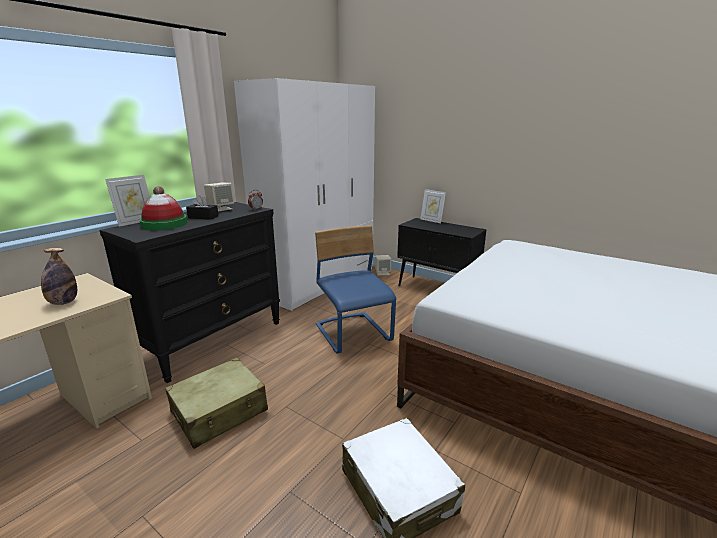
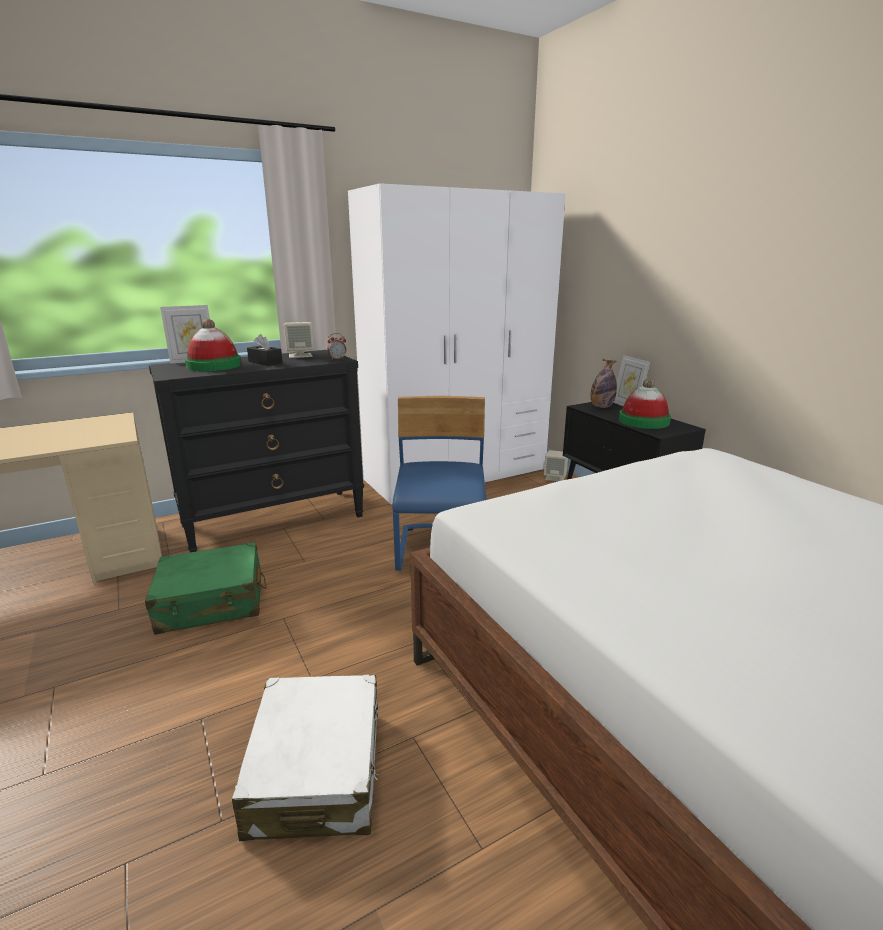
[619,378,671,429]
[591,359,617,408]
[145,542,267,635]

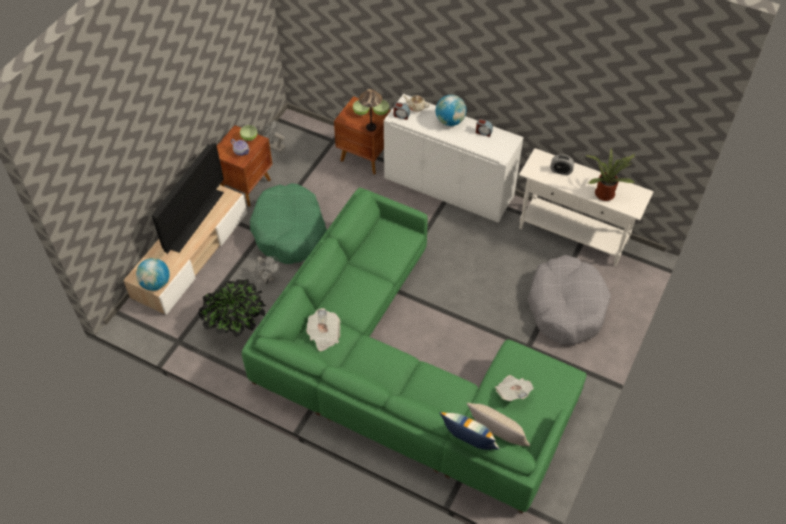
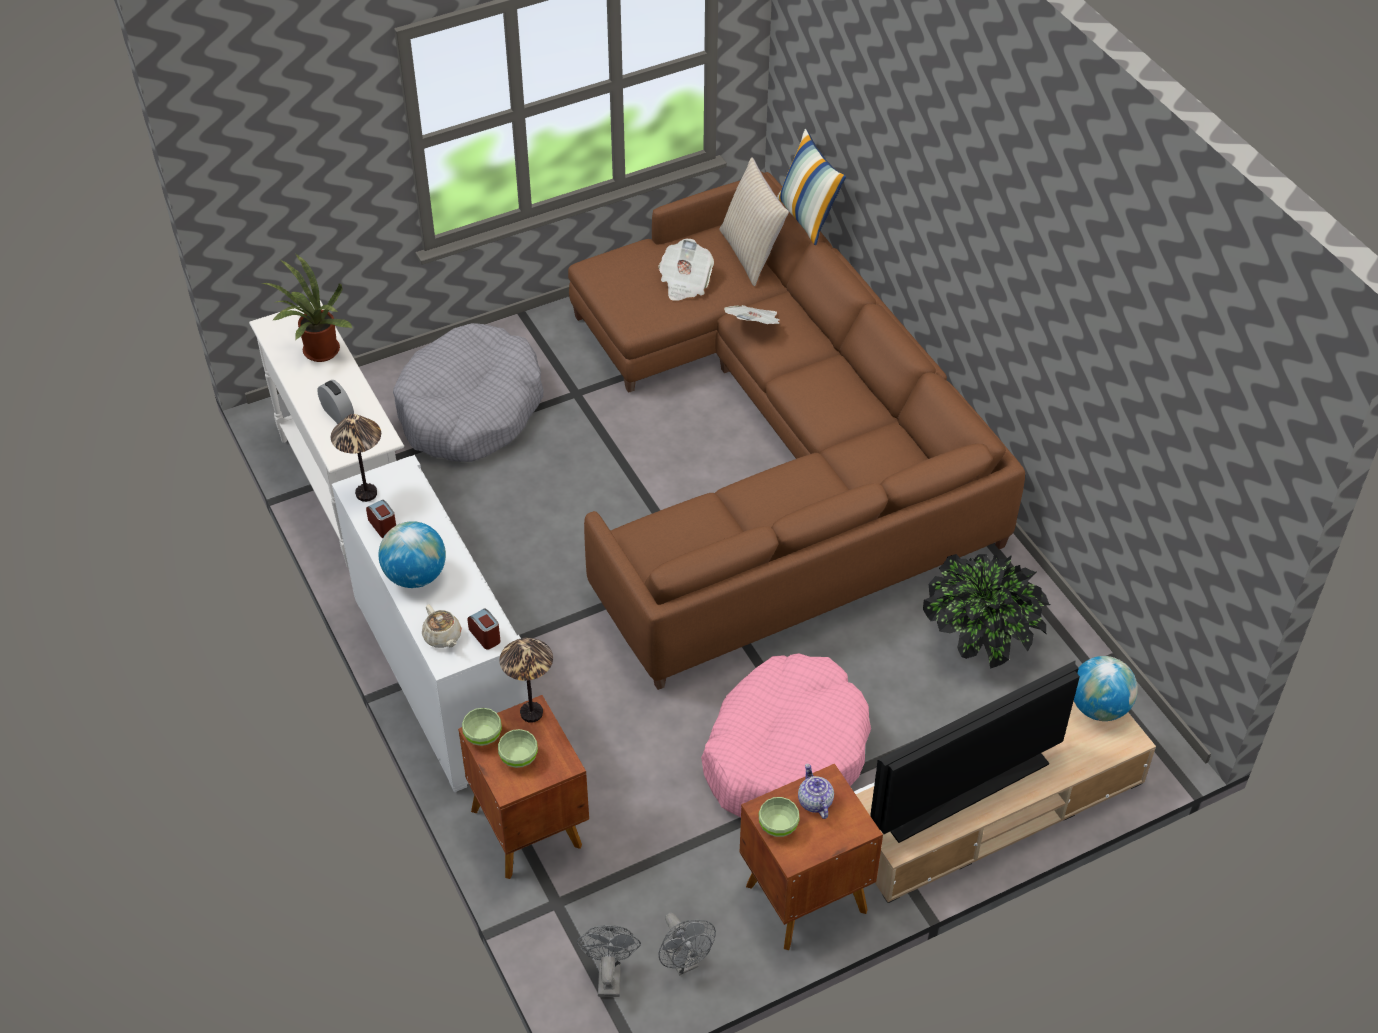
[331,414,381,502]
[577,925,641,997]
[724,305,780,324]
[568,171,1025,690]
[701,653,871,817]

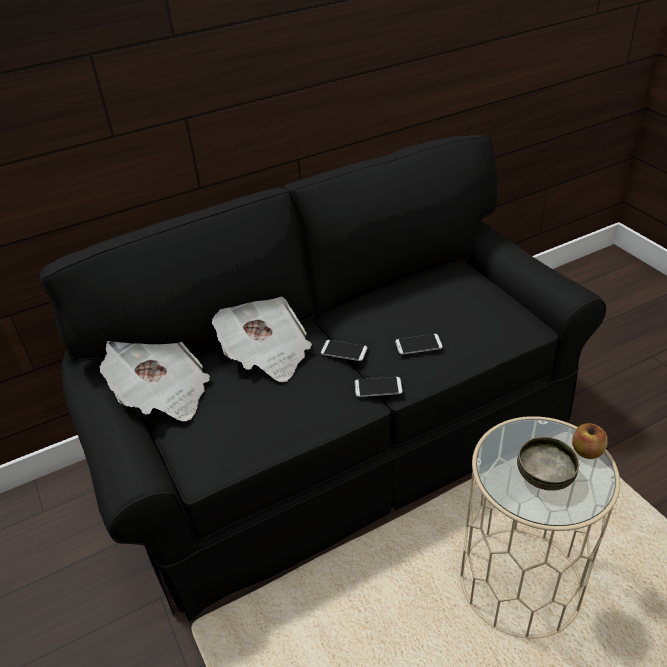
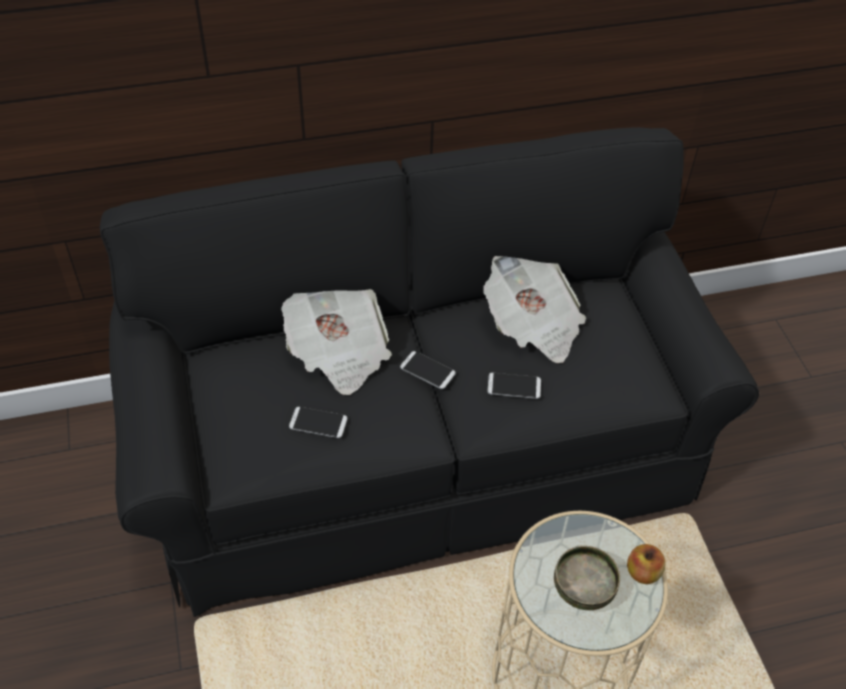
[483,256,586,363]
[289,407,348,438]

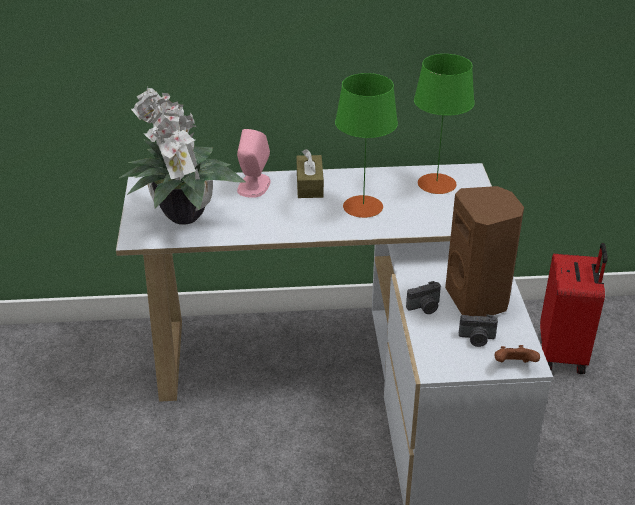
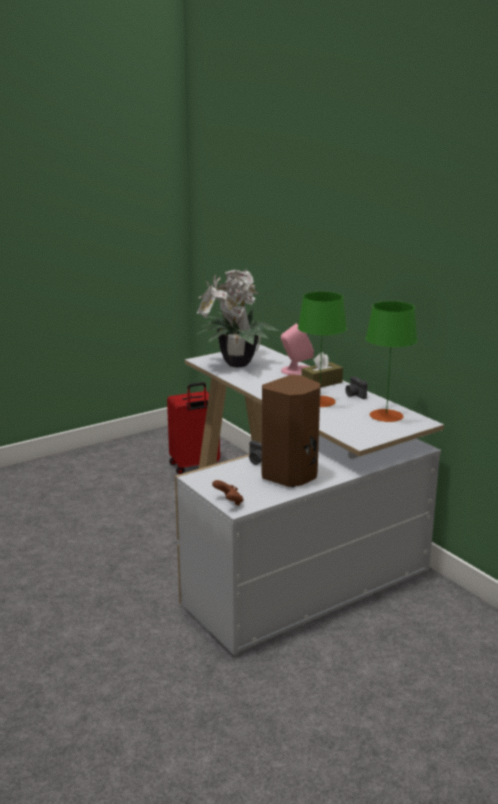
[346,376,367,399]
[167,382,220,474]

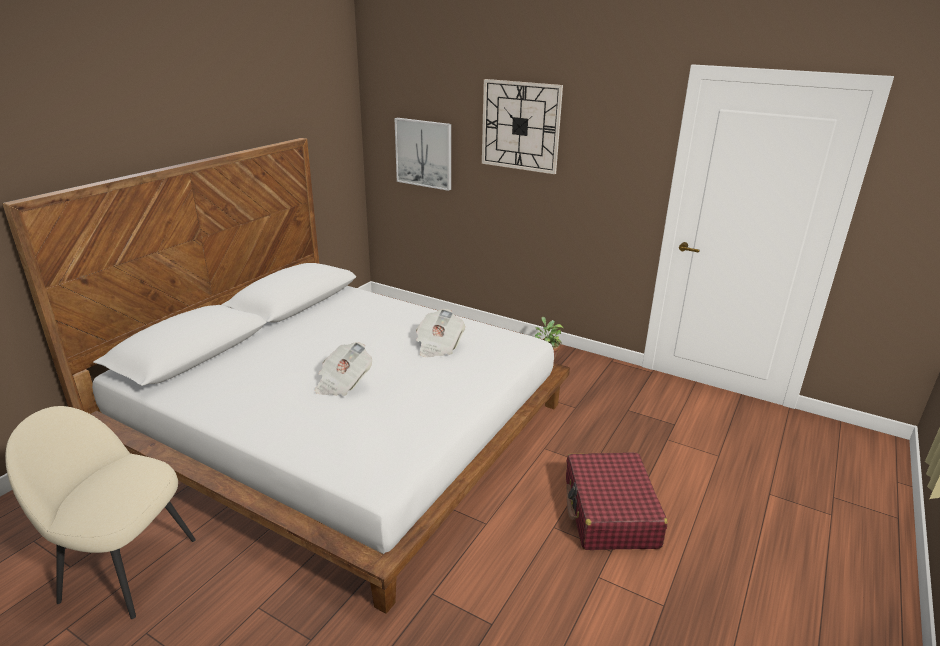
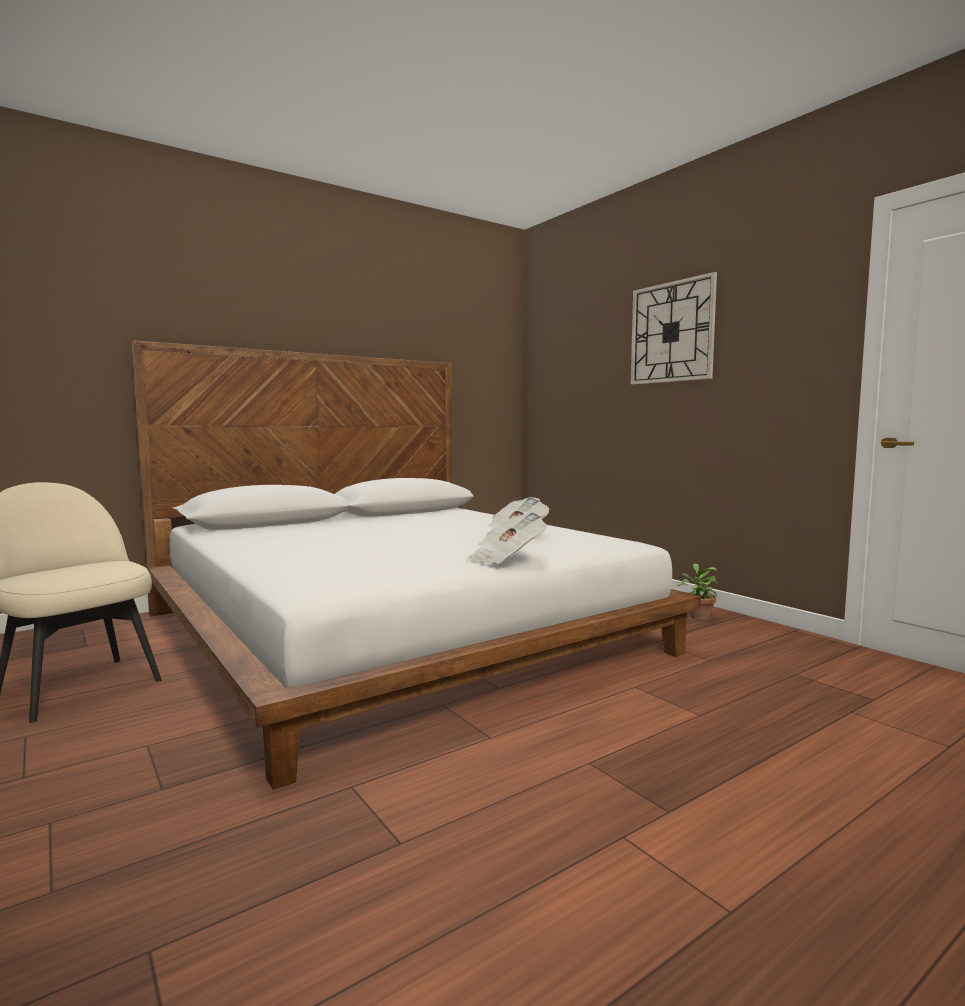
[394,118,451,191] (first image)
[566,452,668,550] (first image)
[466,512,547,564]

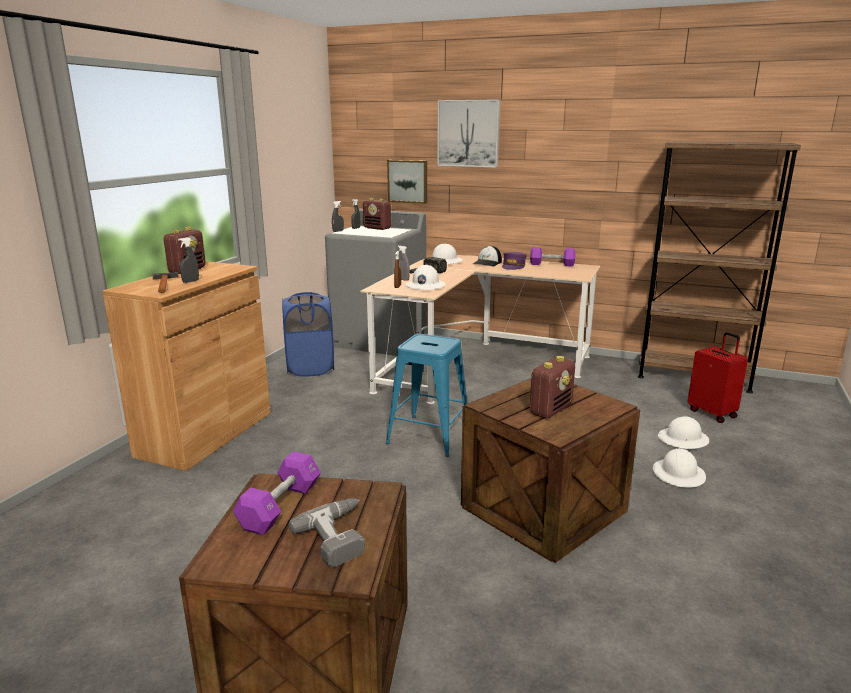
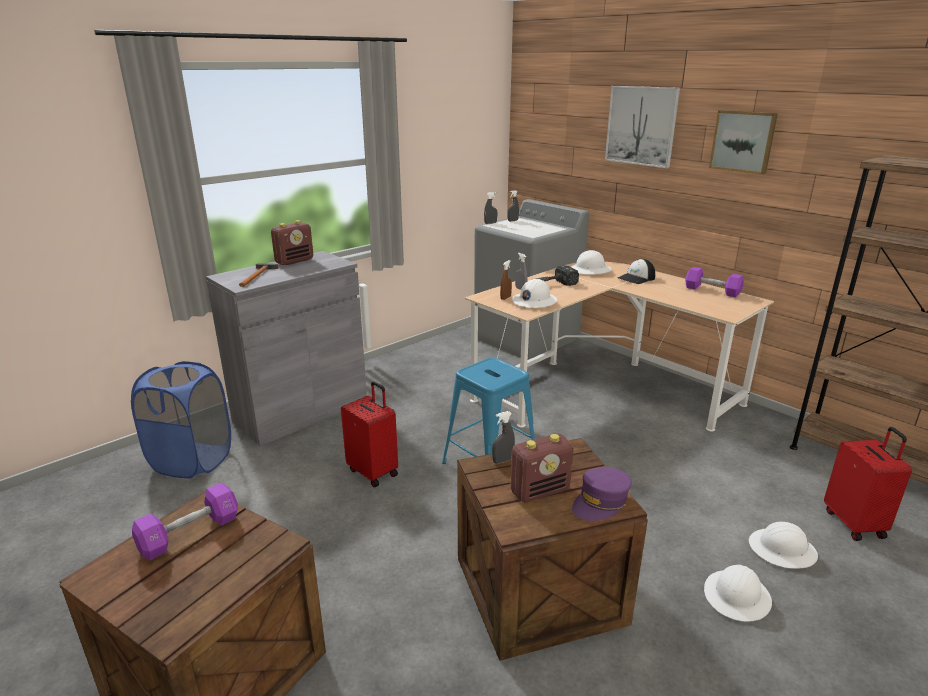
[289,498,365,568] (first image)
[363,198,391,230] (first image)
[341,381,398,487]
[492,411,515,464]
[131,361,231,479]
[709,110,778,175]
[572,467,632,521]
[206,251,367,446]

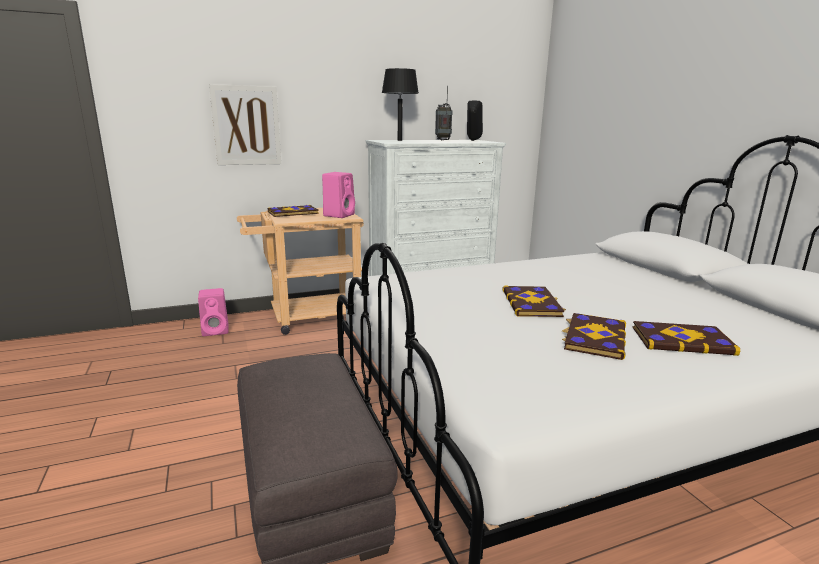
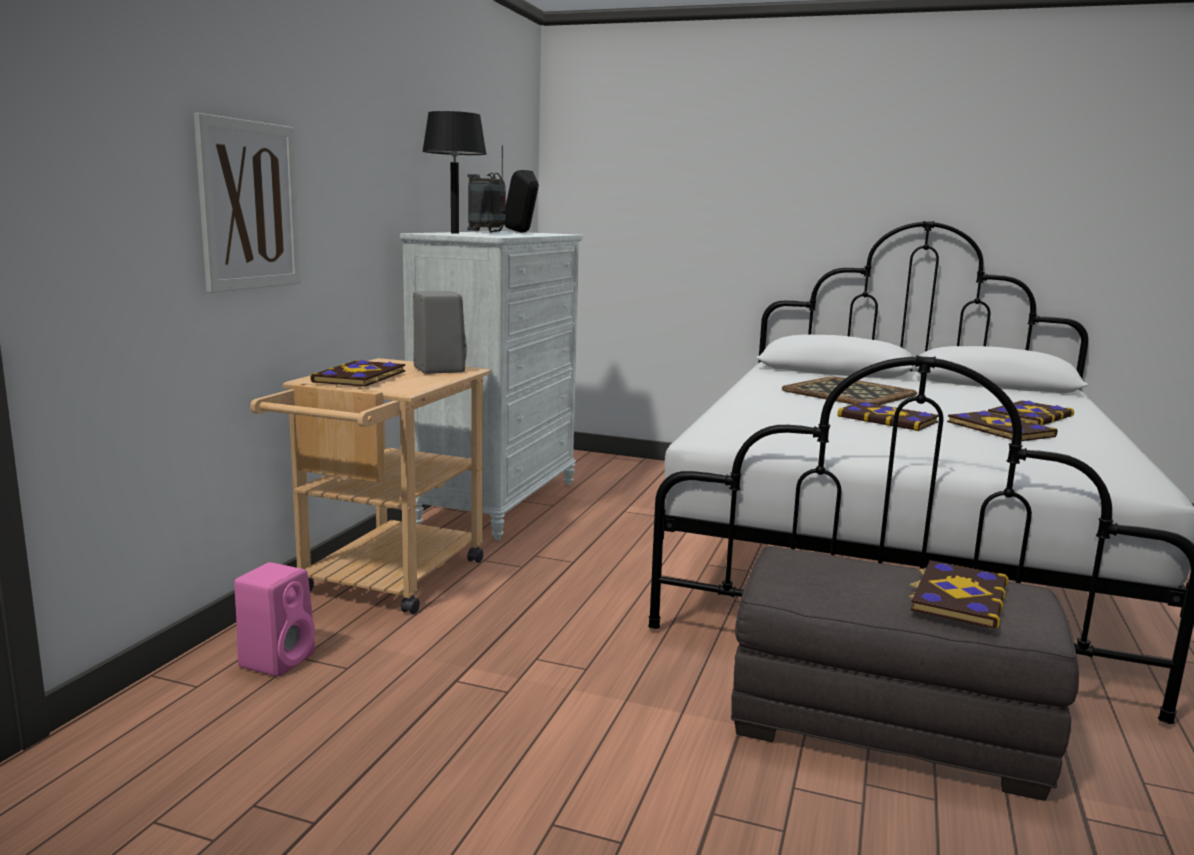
[782,376,917,405]
[908,560,1009,629]
[413,291,467,374]

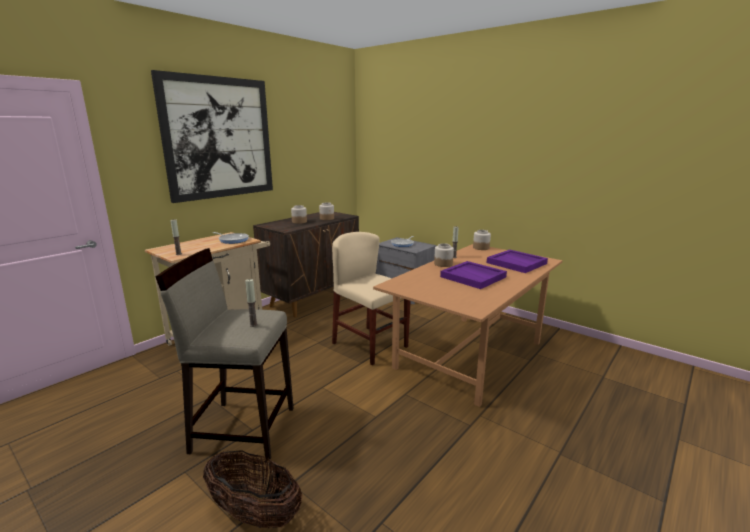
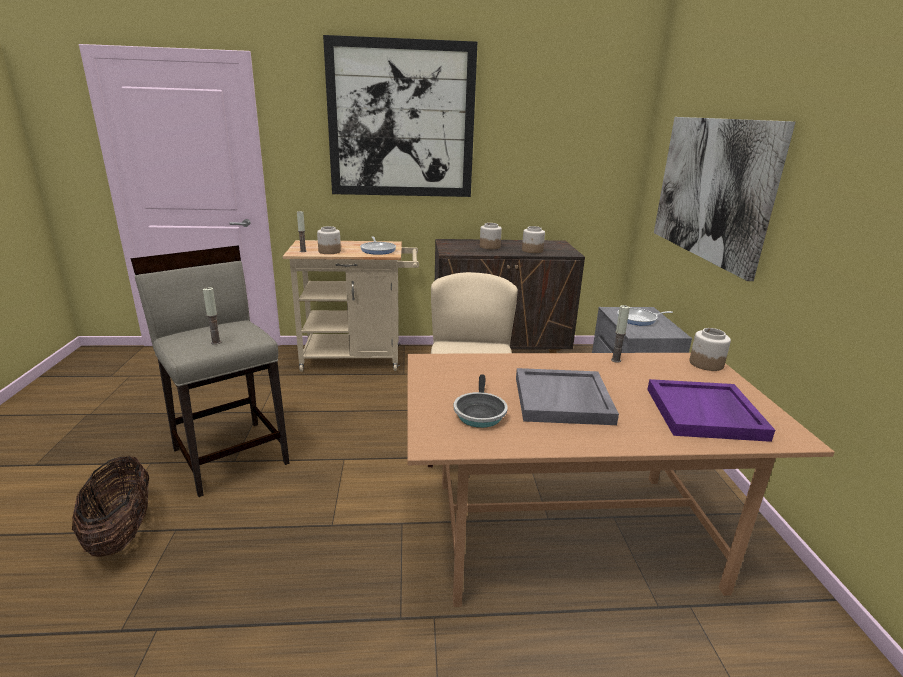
[454,374,508,428]
[654,117,795,281]
[317,226,341,254]
[516,368,619,425]

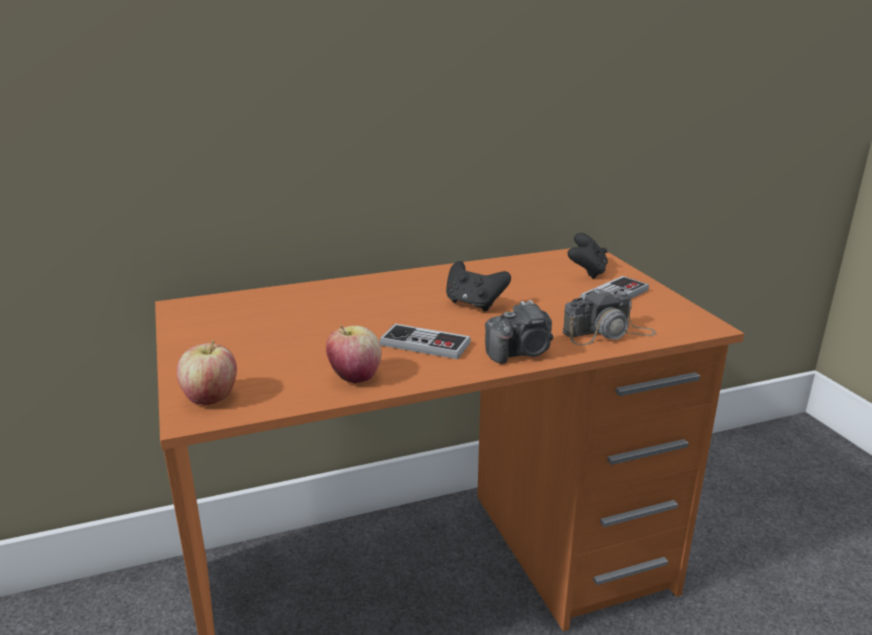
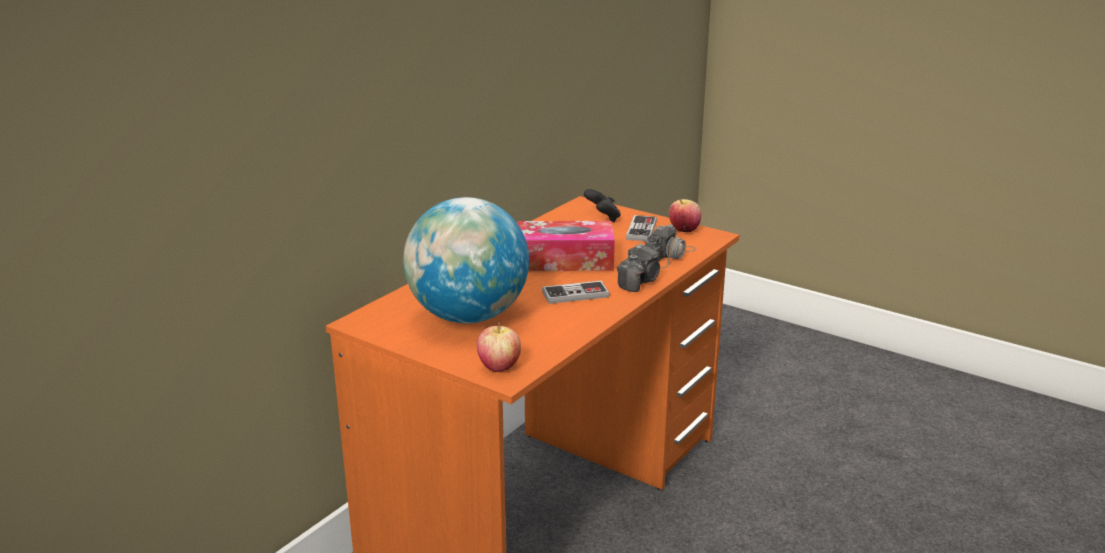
[403,197,529,323]
[669,199,701,232]
[517,221,615,271]

